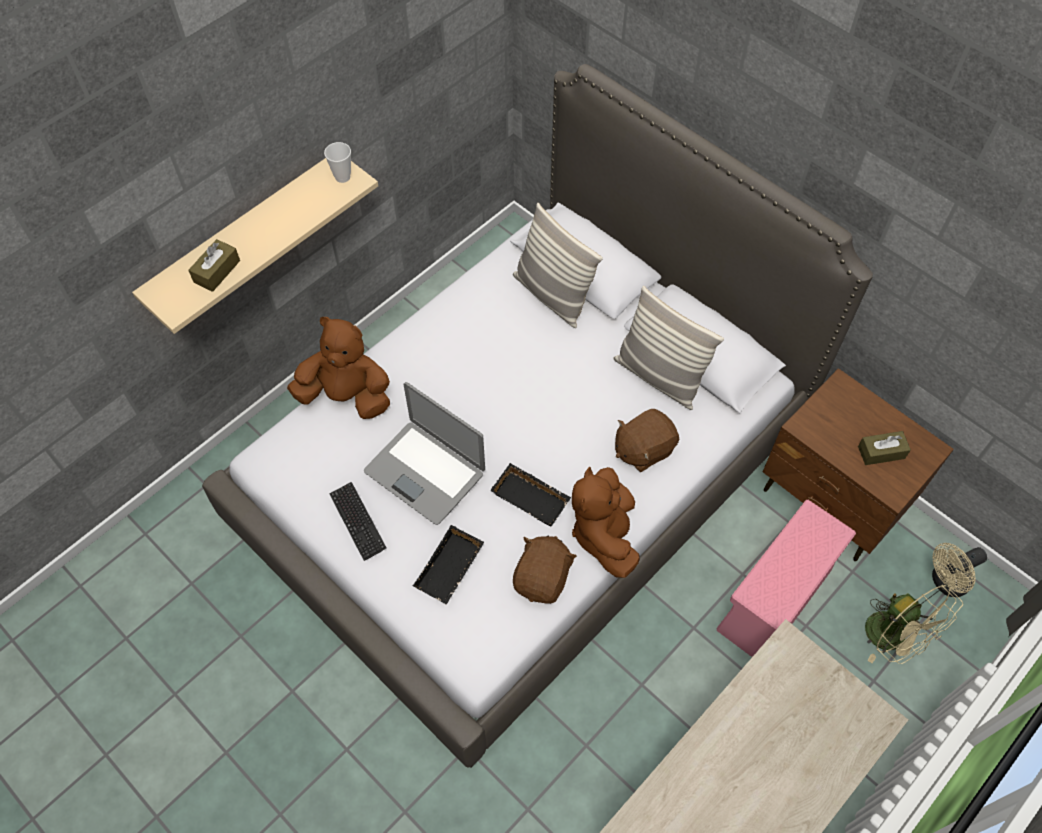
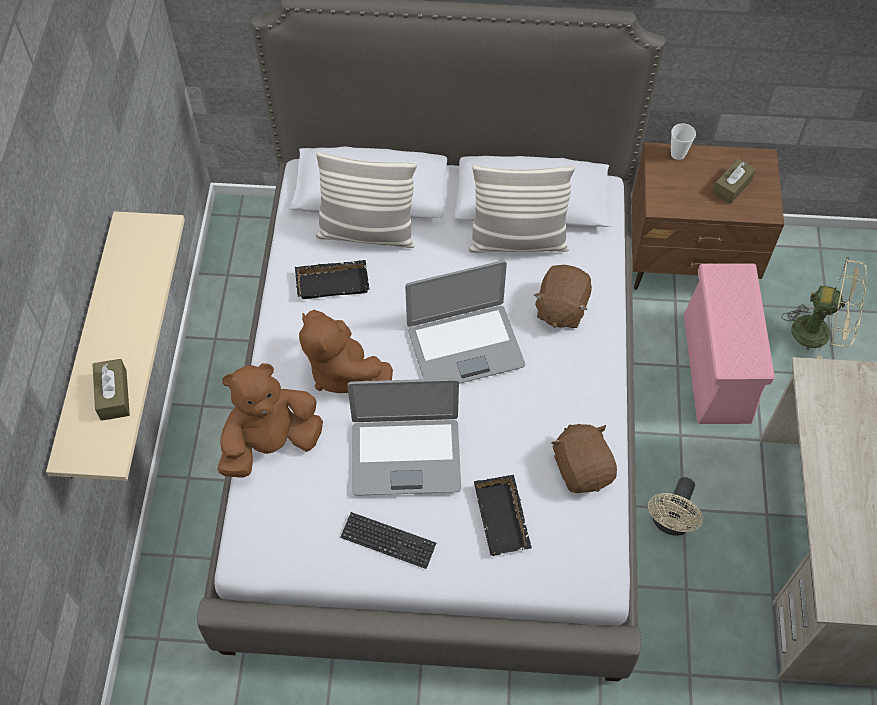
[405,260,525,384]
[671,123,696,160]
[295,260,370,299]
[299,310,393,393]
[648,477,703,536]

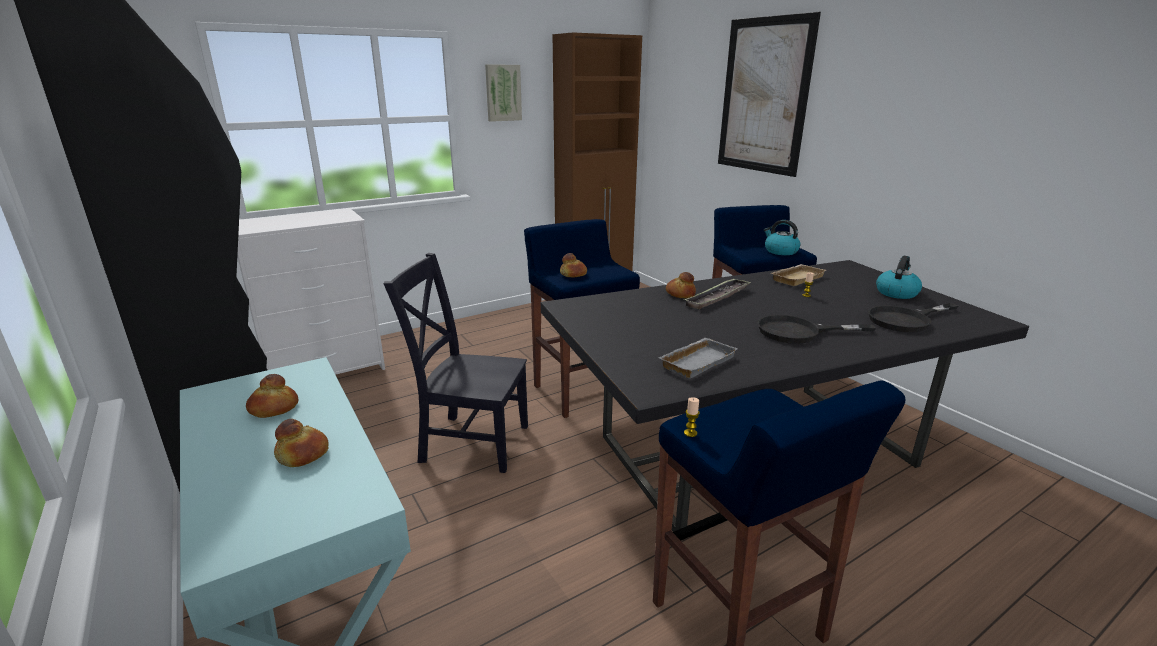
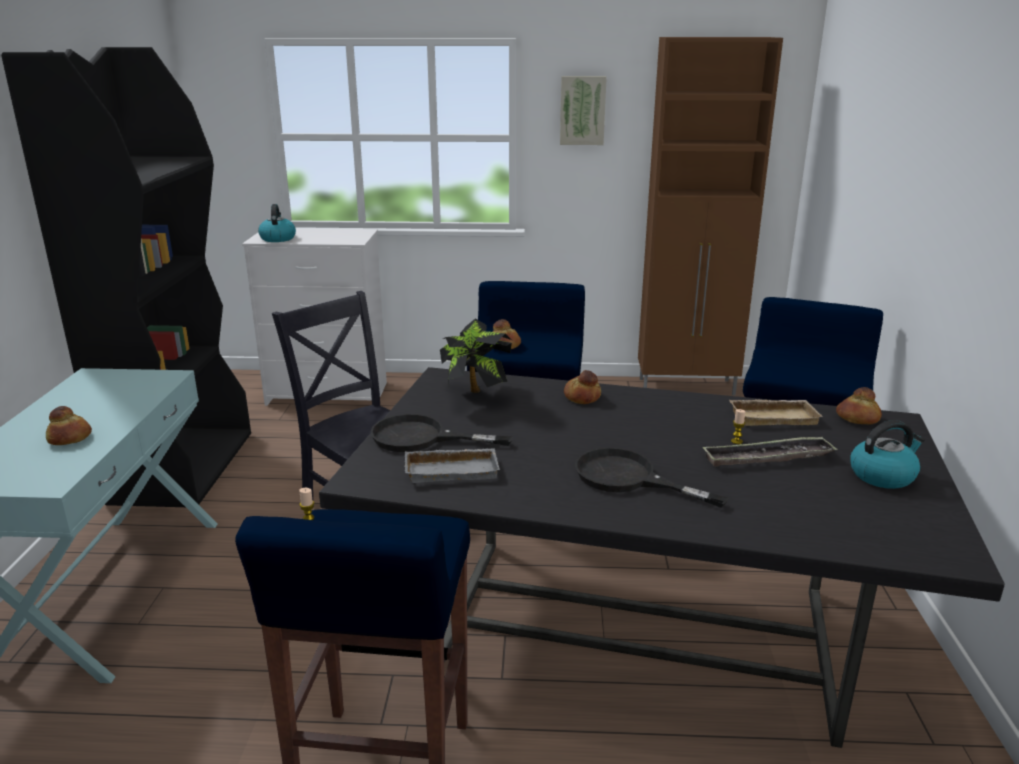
[718,12,821,177] (first image)
[440,318,512,393]
[836,387,882,424]
[702,436,838,467]
[258,204,296,242]
[370,414,512,452]

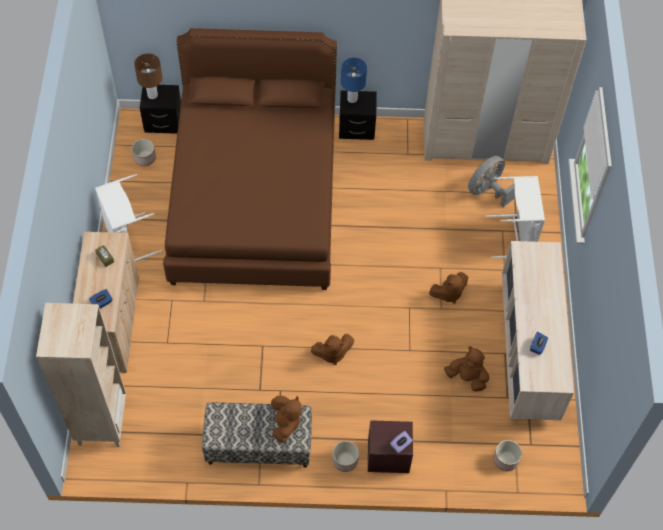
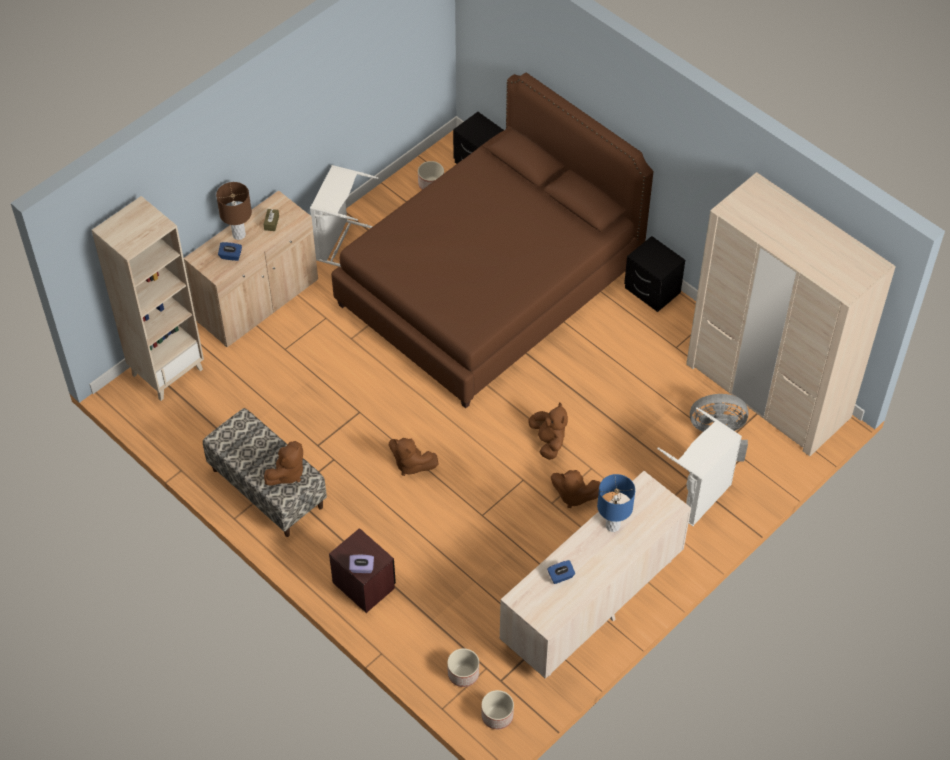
[216,182,252,240]
[481,690,514,729]
[597,474,635,532]
[529,403,568,460]

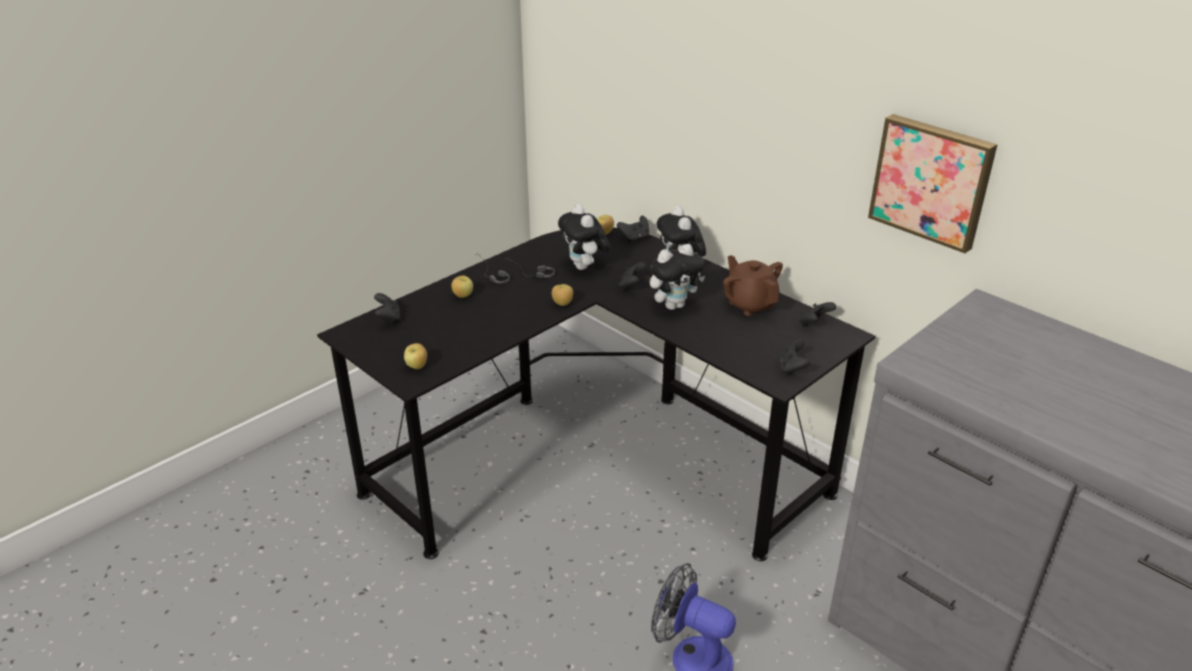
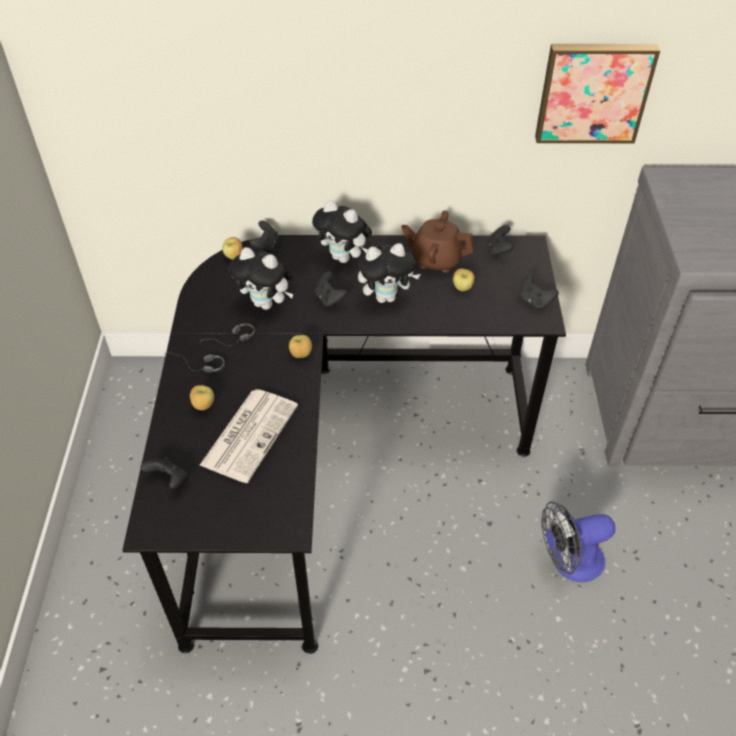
[199,389,298,483]
[453,268,475,291]
[358,243,420,303]

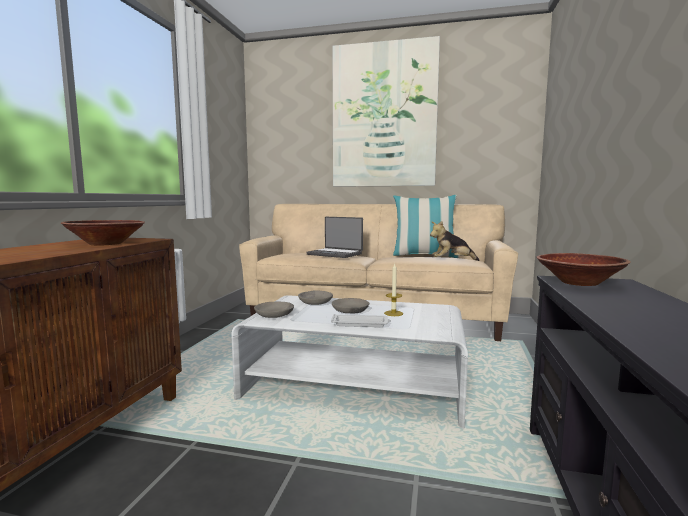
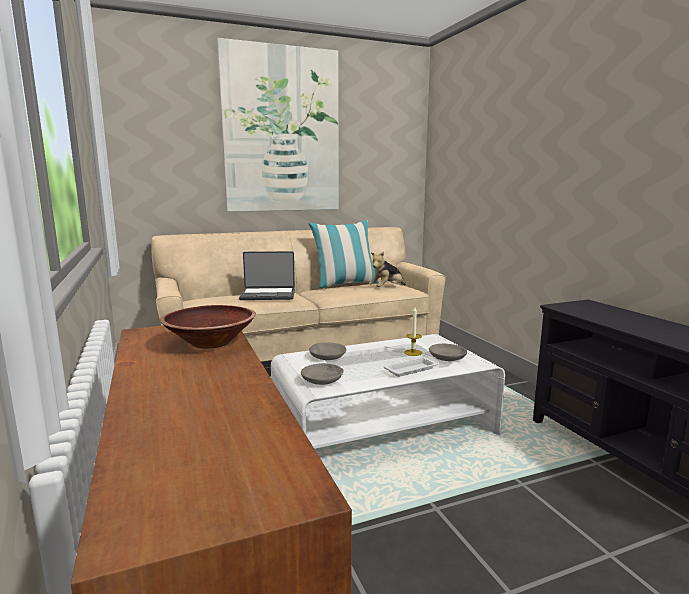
[536,253,631,286] (first image)
[429,344,467,361]

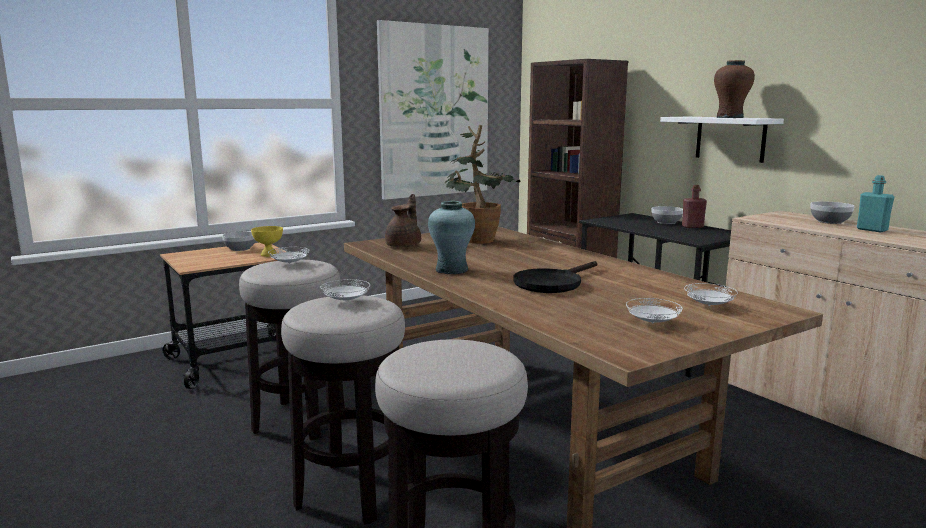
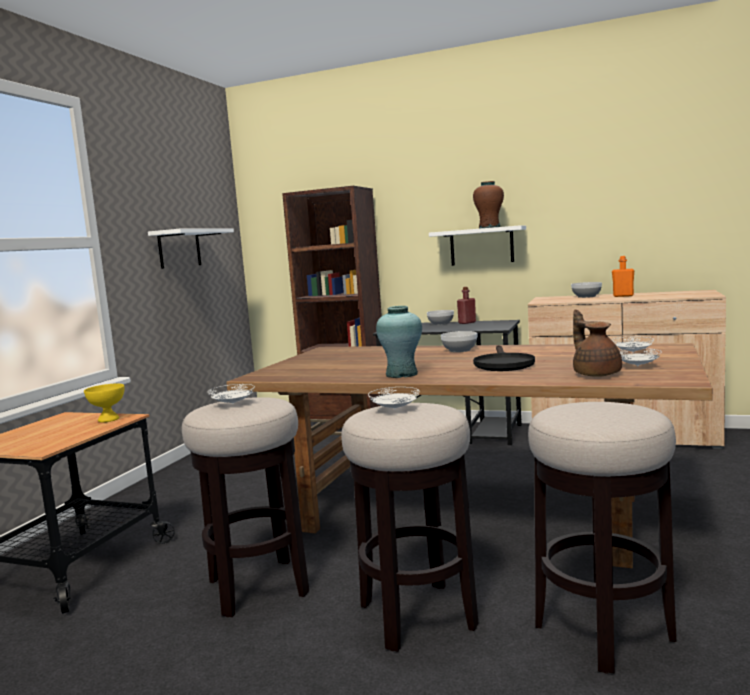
[444,125,521,244] (first image)
[441,331,477,352]
[573,310,622,377]
[148,228,234,269]
[612,256,634,297]

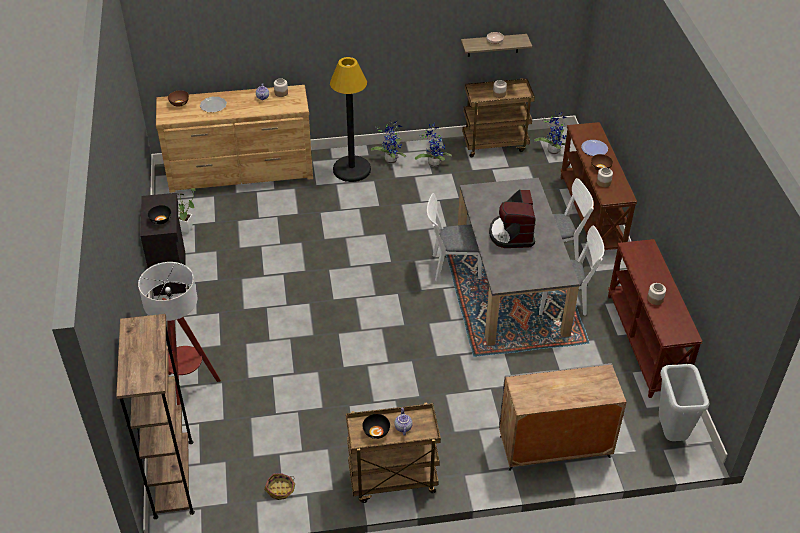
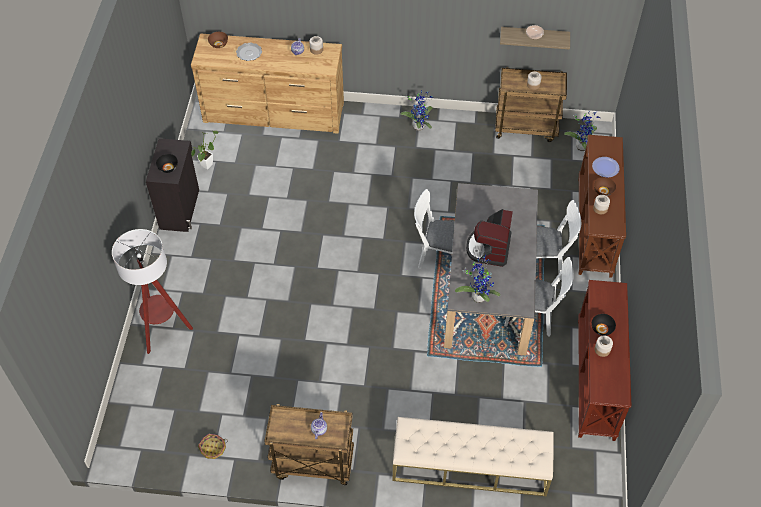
[116,314,195,519] (first image)
[330,57,371,182] (first image)
[659,364,710,441] (first image)
[592,314,616,336]
[455,255,500,303]
[393,417,554,496]

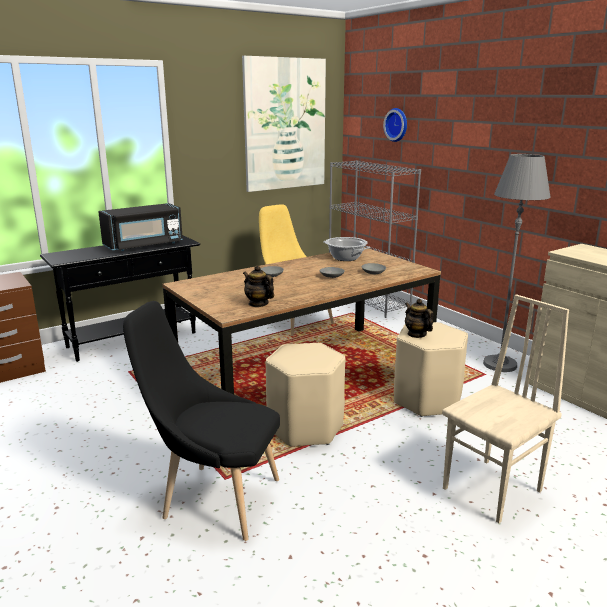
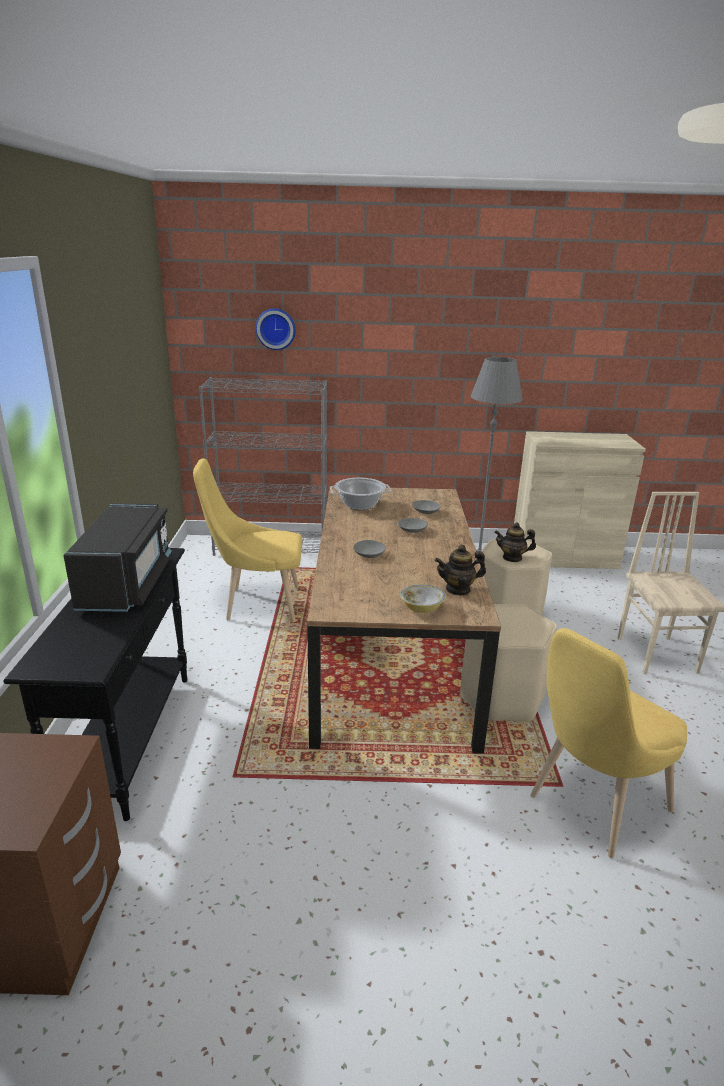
[242,56,326,192] (first image)
[400,584,446,613]
[530,628,687,858]

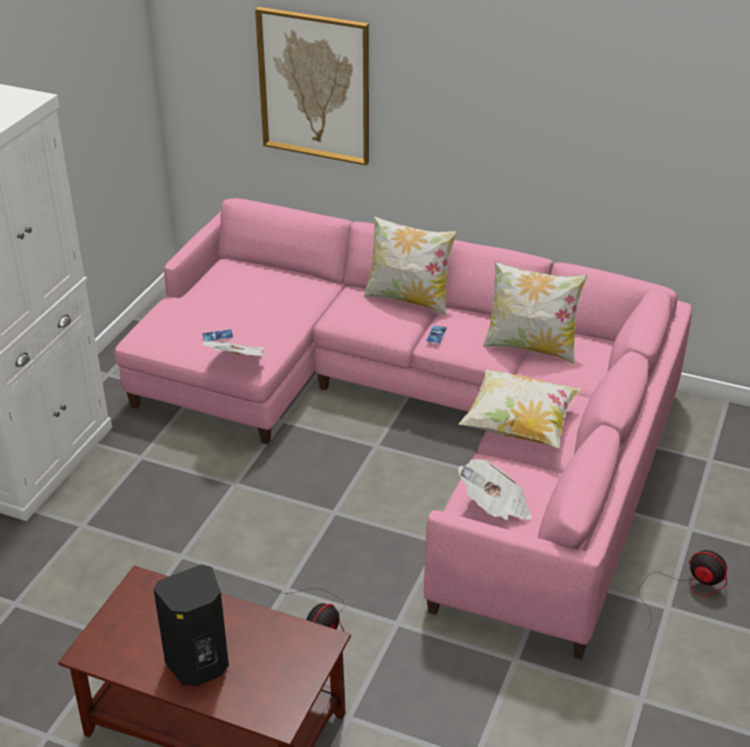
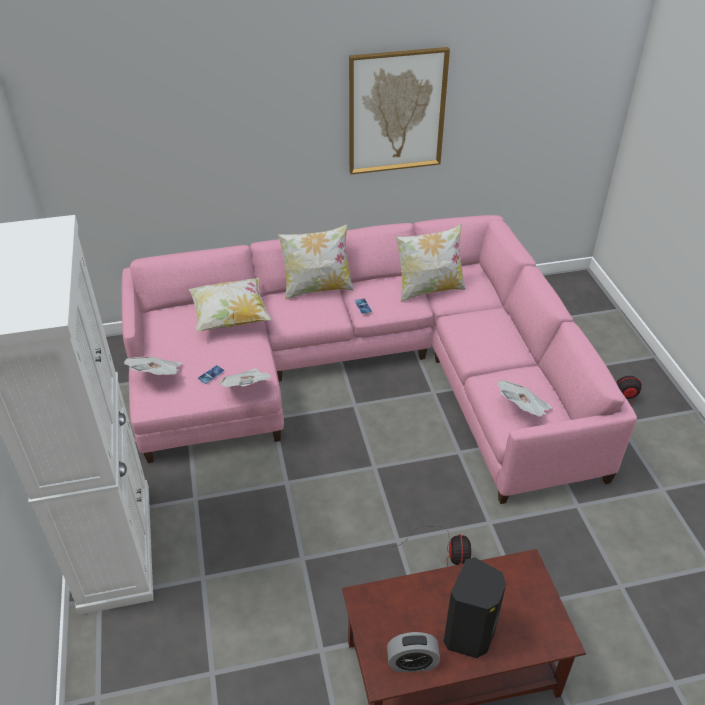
[124,356,182,375]
[387,632,440,672]
[349,47,450,174]
[189,278,272,332]

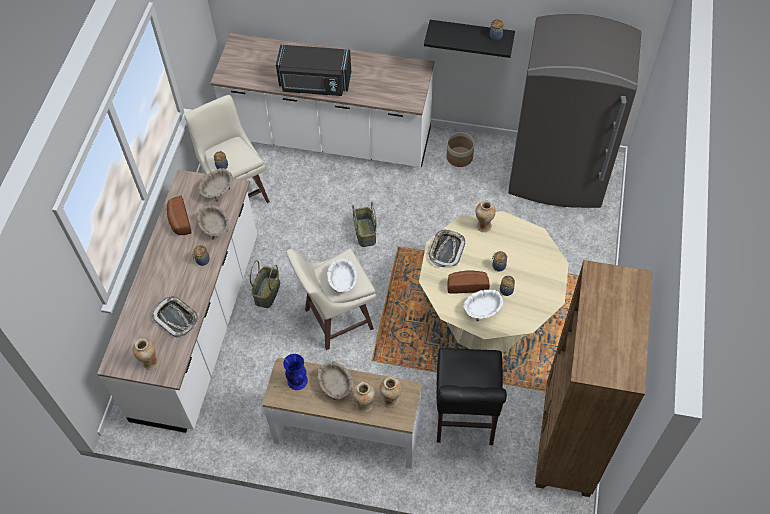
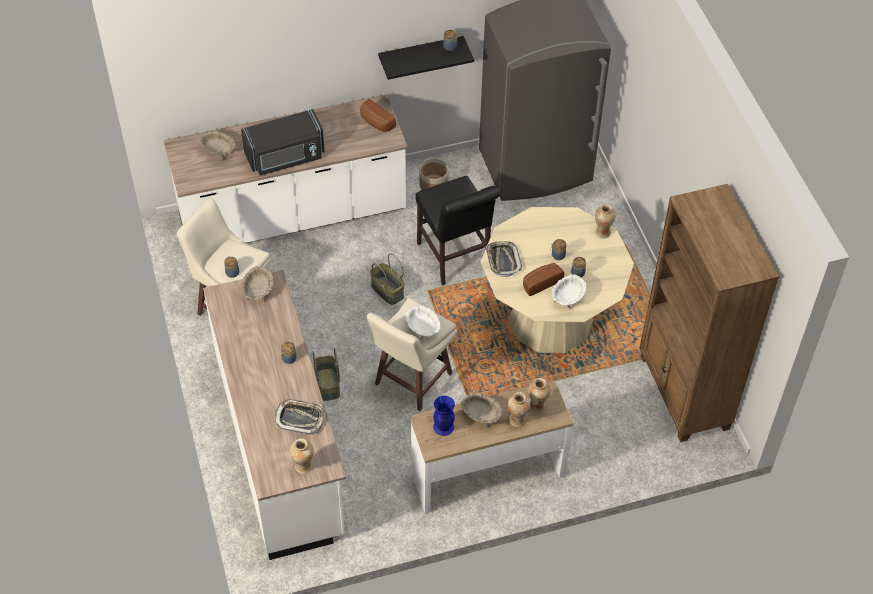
[360,99,396,132]
[199,131,236,161]
[415,176,500,285]
[595,204,616,239]

